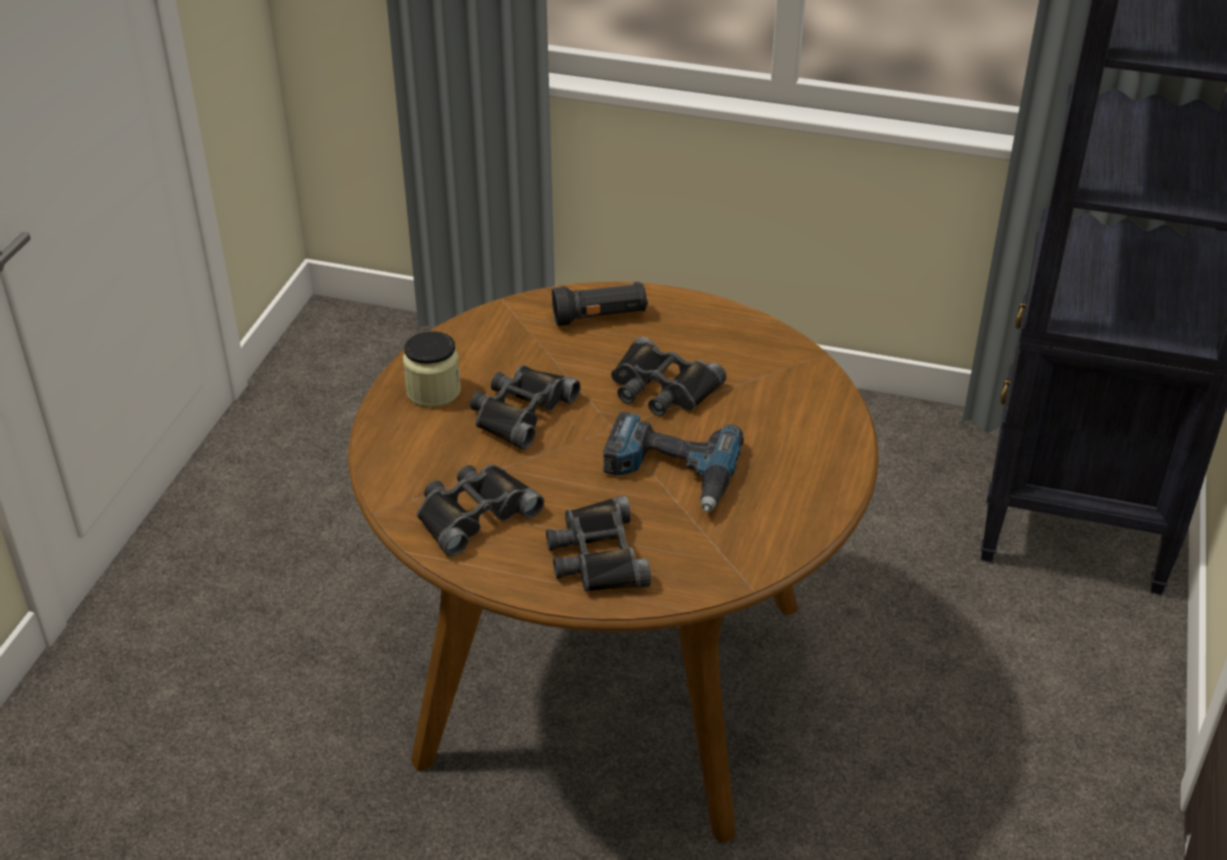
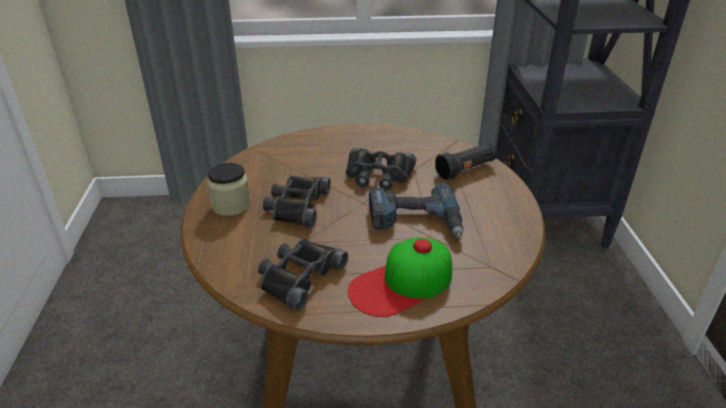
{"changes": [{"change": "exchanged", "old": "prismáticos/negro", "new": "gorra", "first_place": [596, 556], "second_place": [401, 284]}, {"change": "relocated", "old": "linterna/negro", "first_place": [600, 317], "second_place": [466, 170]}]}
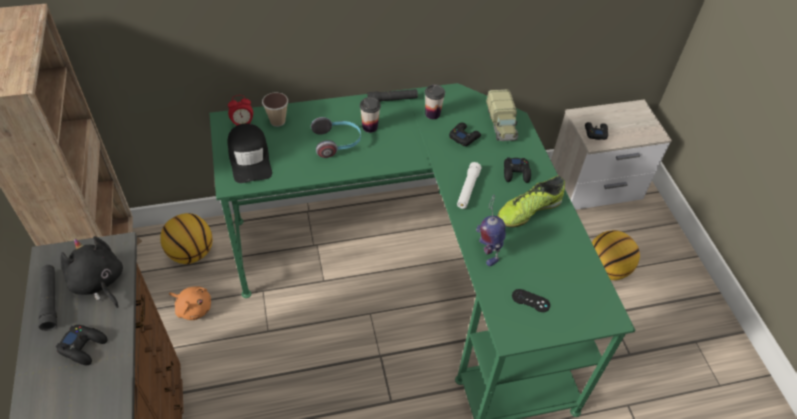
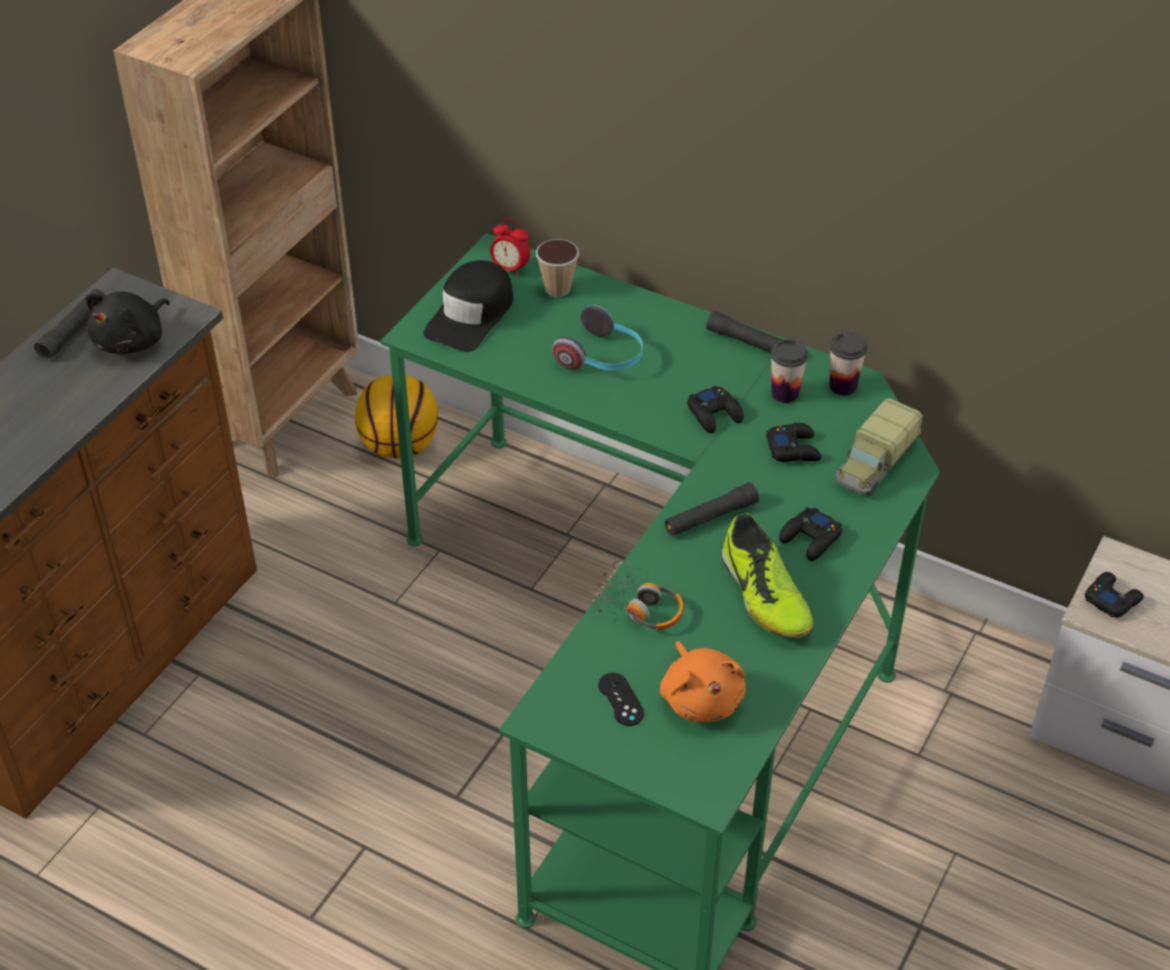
{"changes": [{"change": "relocated", "old": "mando de consola/negro", "first_place": [84, 346], "second_place": [715, 414]}, {"change": "spun", "old": "peluche/negro", "first_place": [98, 283], "second_place": [132, 341], "degrees": -150}, {"change": "relocated", "old": "peluche/naranja", "first_place": [193, 308], "second_place": [701, 698]}, {"change": "relocated", "old": "taza", "first_place": [370, 127], "second_place": [843, 386]}, {"change": "colour", "old": "linterna/blanco", "new": "linterna/negro", "first_place": [468, 189], "second_place": [710, 517]}, {"change": "exchanged", "old": "robot de juguete", "new": "auriculares", "first_place": [487, 251], "second_place": [638, 607]}, {"change": "spun", "old": "zapato", "first_place": [528, 210], "second_place": [764, 596], "degrees": -120}, {"change": "missing", "old": "balón de baloncesto", "first_place": [607, 269]}]}
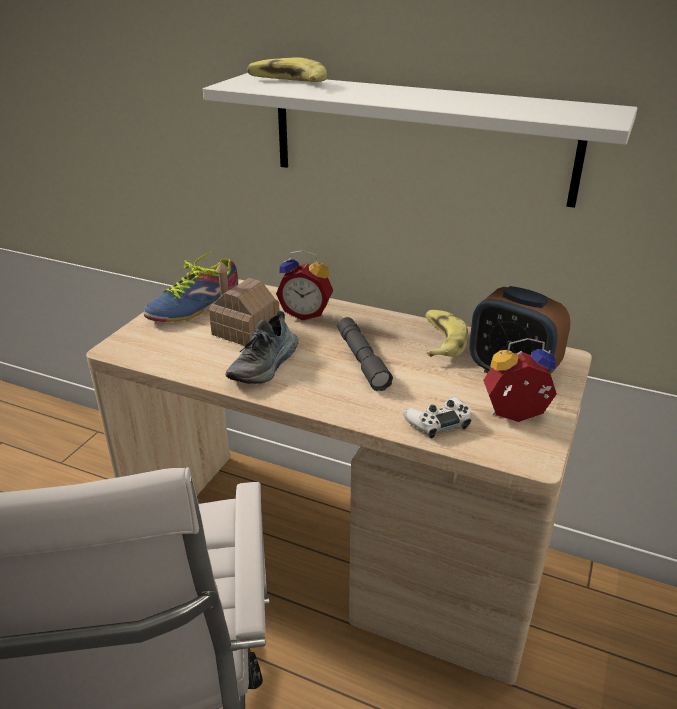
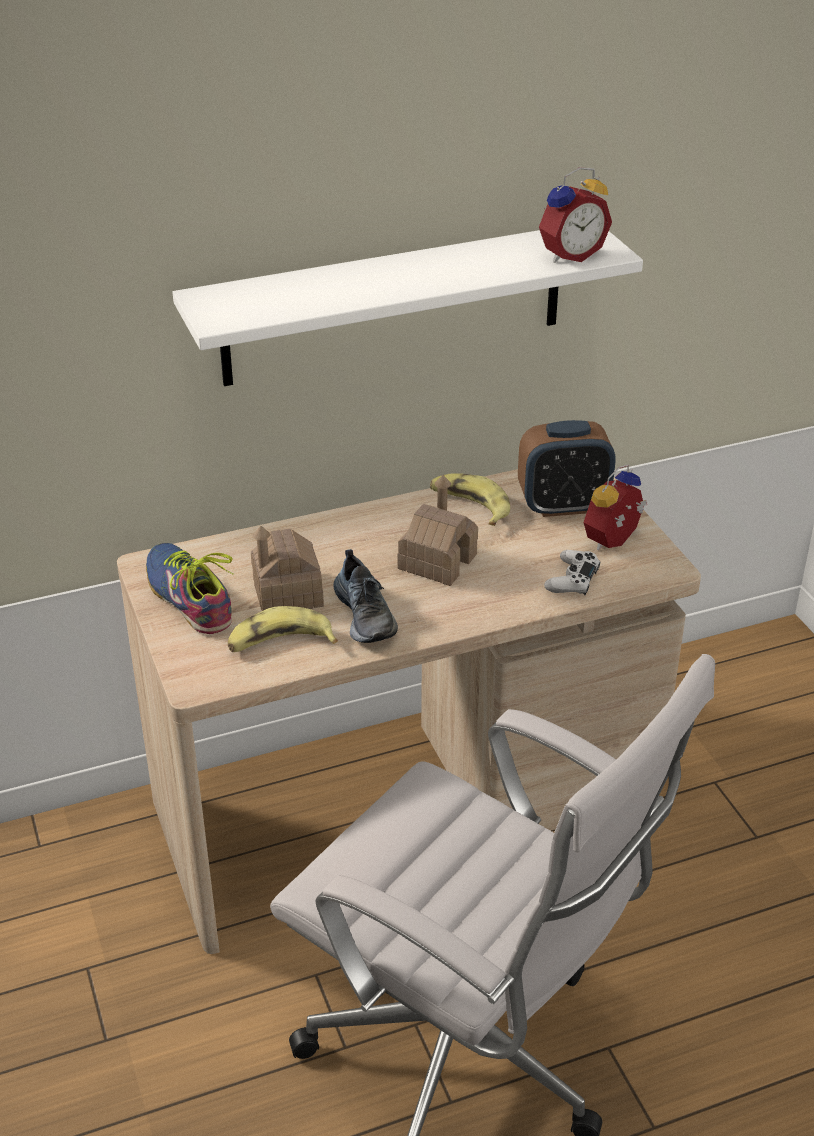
{"changes": [{"change": "spun", "old": "zapato", "first_place": [195, 306], "second_place": [188, 597], "degrees": 150}, {"change": "relocated", "old": "plátano", "first_place": [287, 83], "second_place": [280, 643]}, {"change": "relocated", "old": "despertador", "first_place": [306, 313], "second_place": [569, 255]}, {"change": "exchanged", "old": "linterna/gris", "new": "casita", "first_place": [362, 360], "second_place": [437, 561]}]}
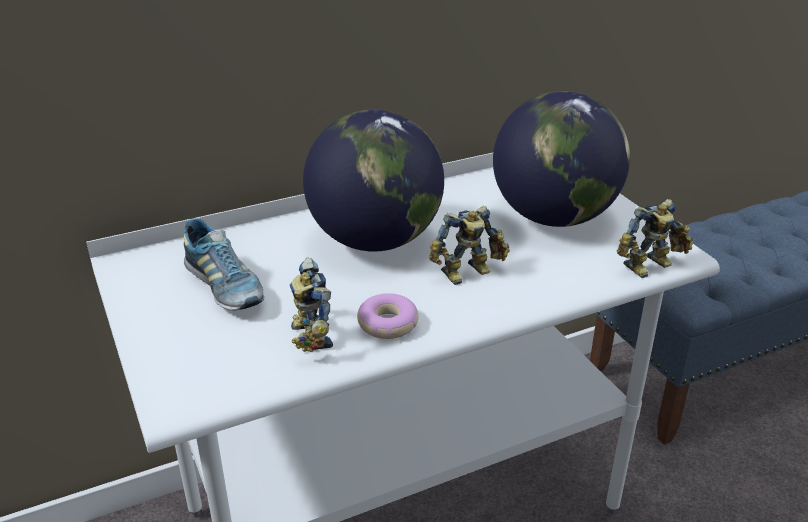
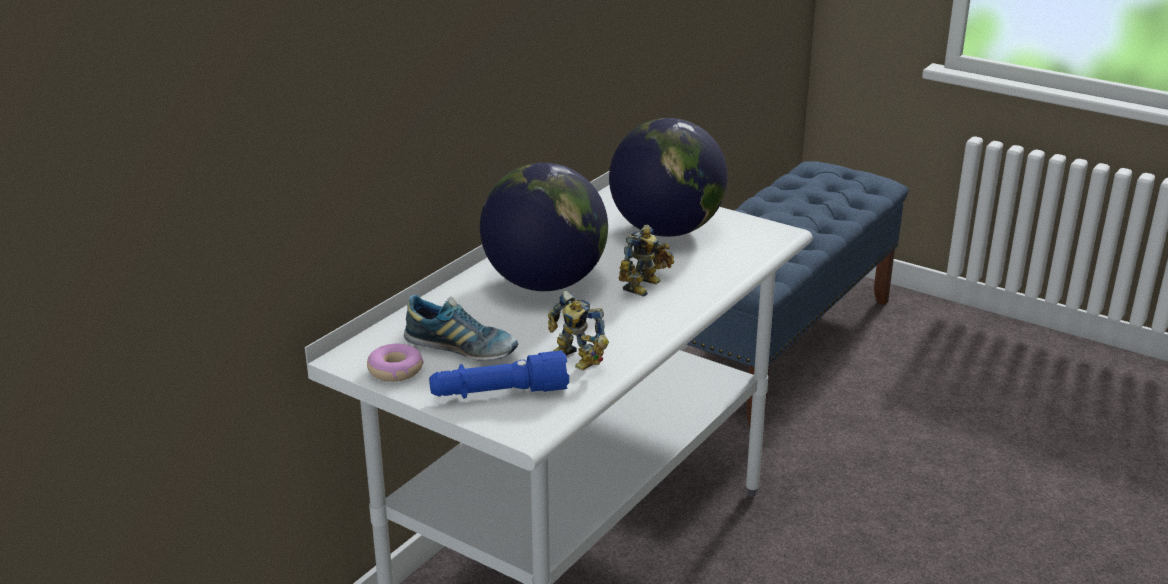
{"changes": [{"change": "relocated", "old": "rosquilla", "first_place": [387, 324], "second_place": [395, 370]}, {"change": "missing", "old": "robot de juguete", "first_place": [651, 267]}, {"change": "appeared", "new": "linterna/azul", "second_place": [499, 393]}]}
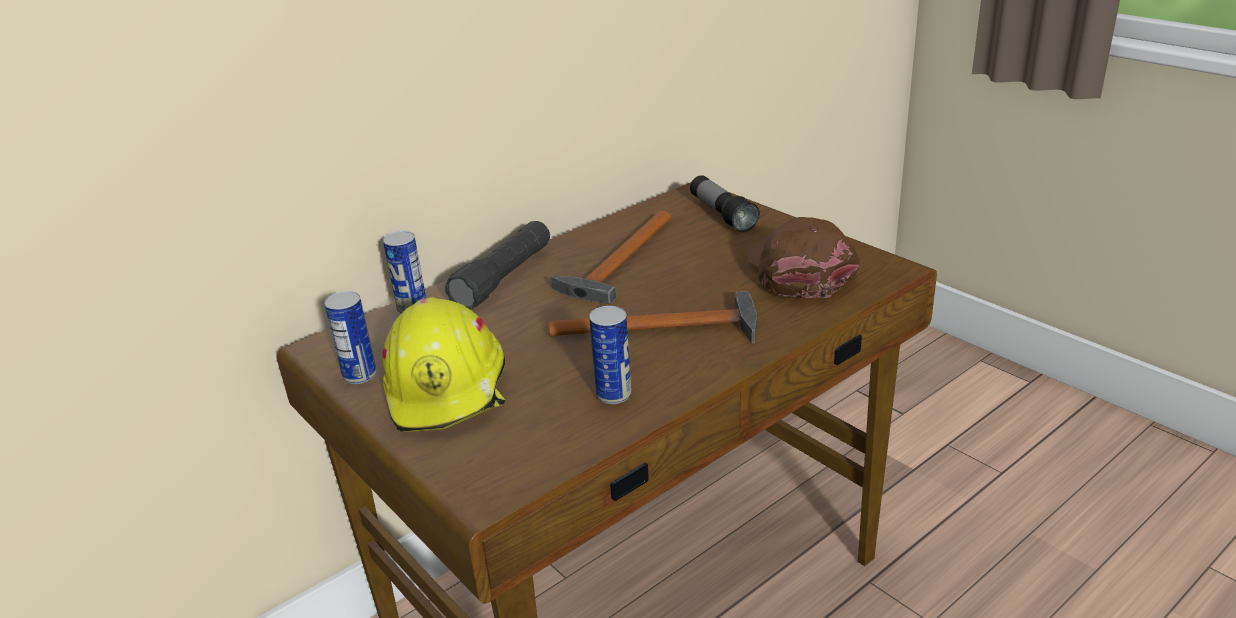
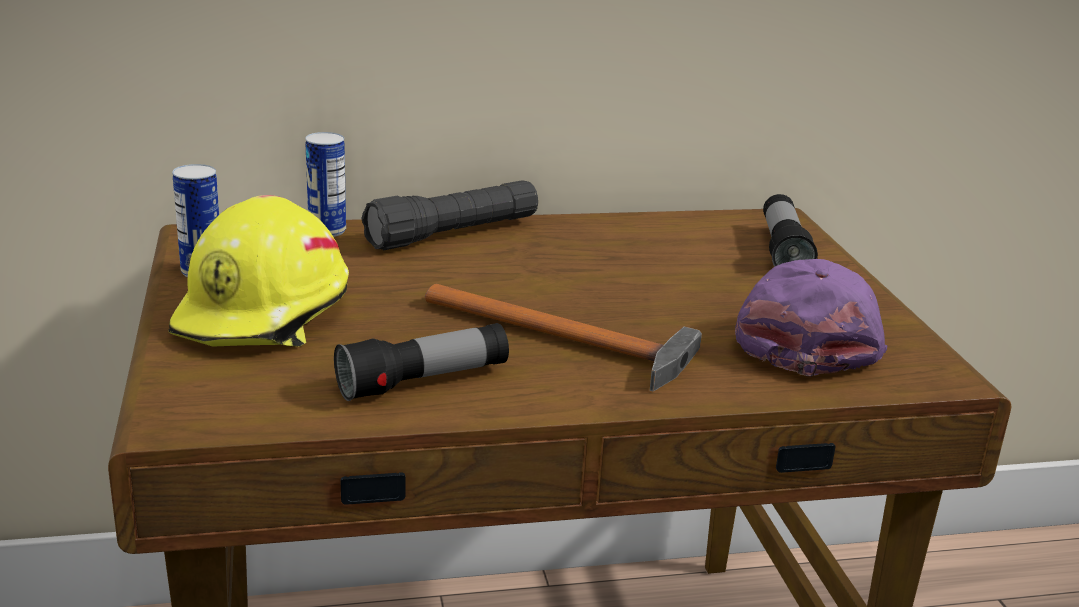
{"changes": [{"change": "missing", "old": "martillo", "first_place": [619, 261]}, {"change": "exchanged", "old": "lata", "new": "linterna", "first_place": [613, 394], "second_place": [423, 382]}, {"change": "colour", "old": "gorra/marrón", "new": "gorra/morado", "first_place": [798, 270], "second_place": [808, 337]}]}
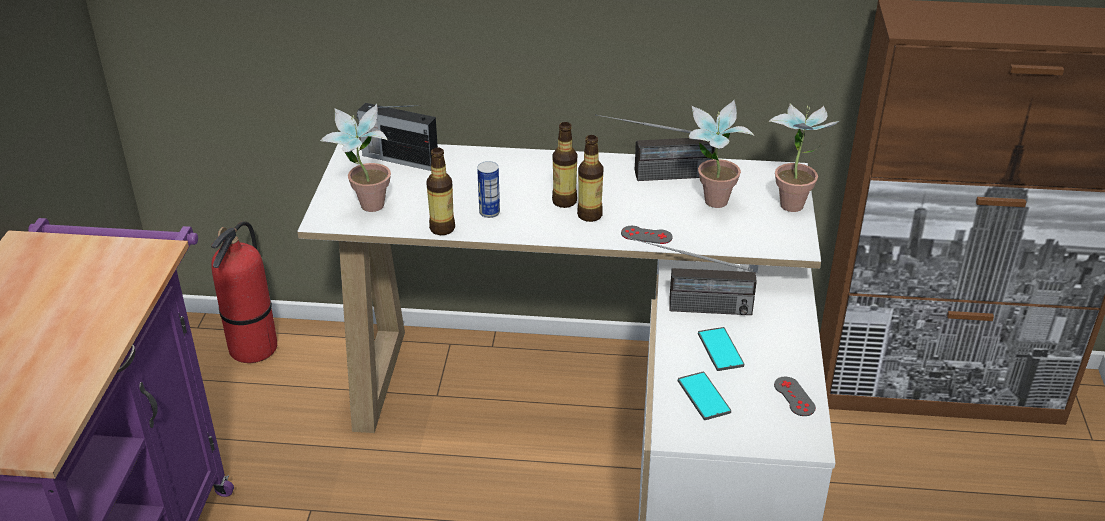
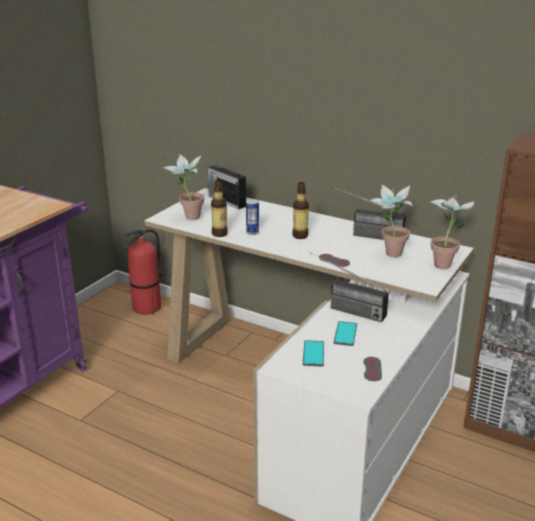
{"changes": [{"change": "missing", "old": "botella", "first_place": [590, 215]}]}
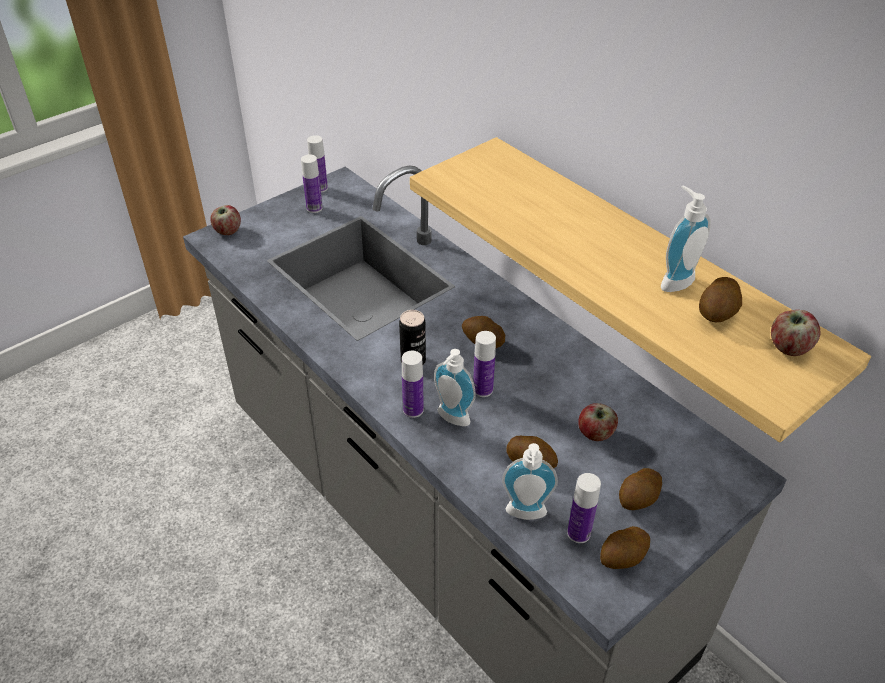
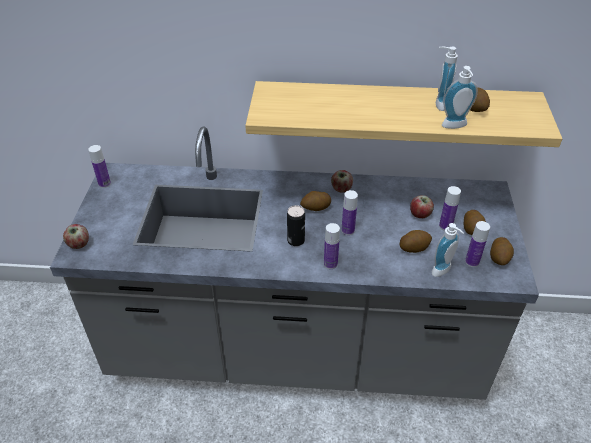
{"changes": [{"change": "relocated", "old": "botella", "first_place": [314, 208], "second_place": [445, 226]}, {"change": "relocated", "old": "dispensador de jabón", "first_place": [451, 419], "second_place": [455, 126]}, {"change": "relocated", "old": "manzana", "first_place": [788, 348], "second_place": [341, 189]}]}
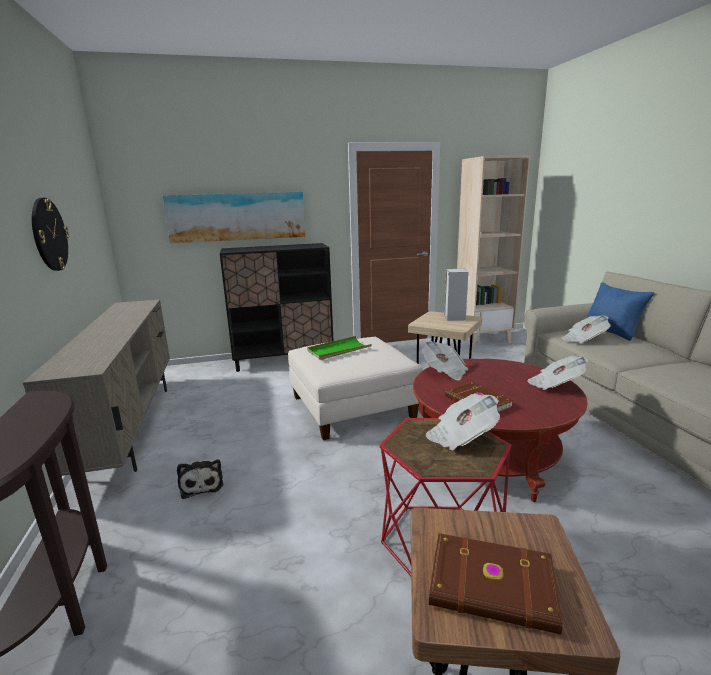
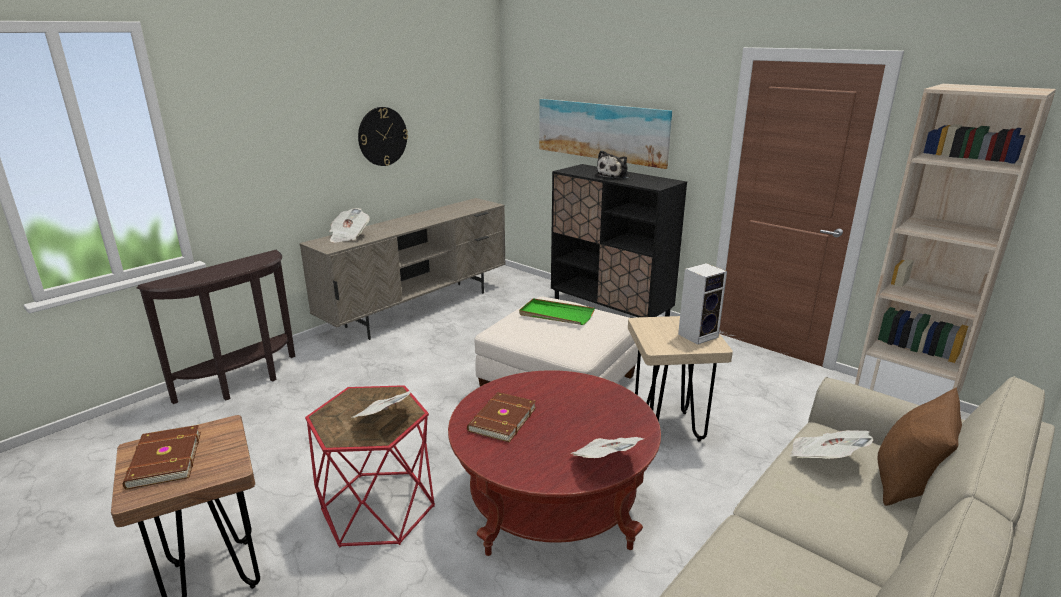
{"changes": [{"change": "relocated", "old": "peluche", "first_place": [202, 484], "second_place": [614, 176]}, {"change": "relocated", "old": "periódico", "first_place": [444, 372], "second_place": [348, 236]}, {"change": "colour", "old": "cojín/azul", "new": "cojín/marrón", "first_place": [612, 332], "second_place": [909, 483]}]}
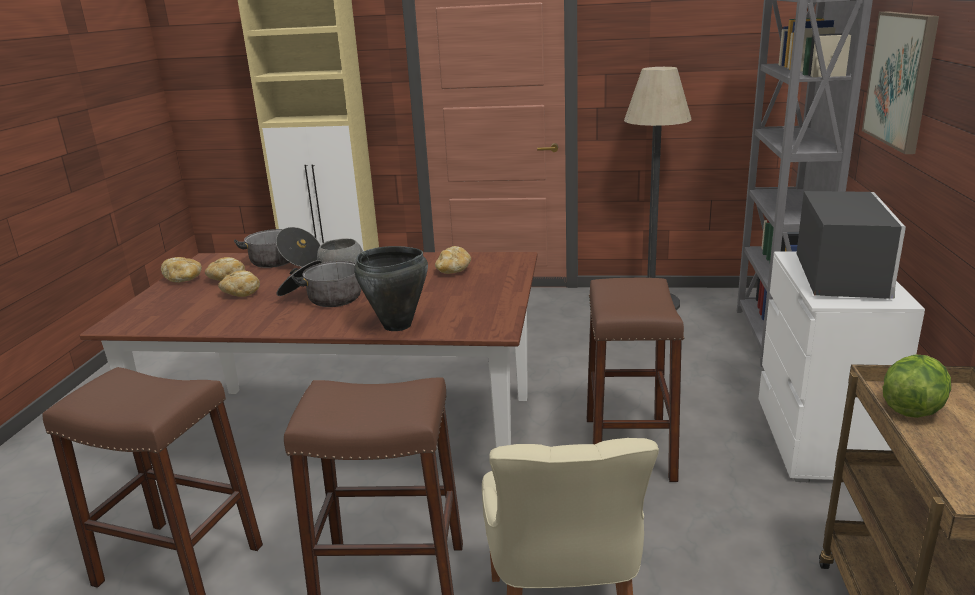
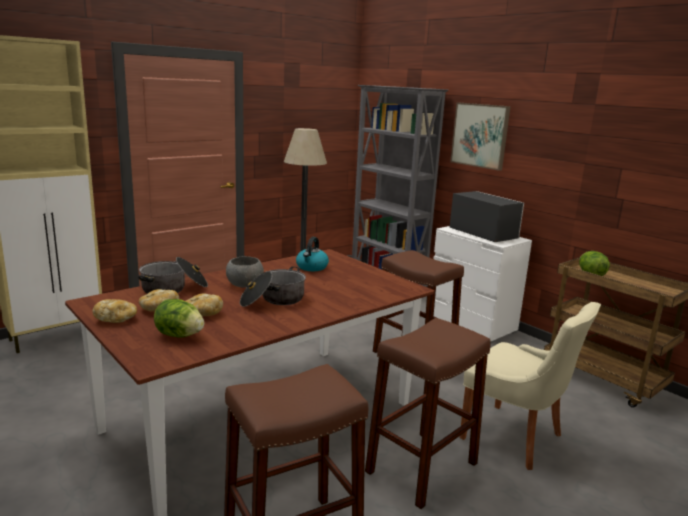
{"changes": [{"change": "missing", "old": "olla/negro", "first_place": [397, 325]}, {"change": "exchanged", "old": "pan", "new": "hervidor", "first_place": [453, 271], "second_place": [312, 267]}, {"change": "appeared", "new": "lechuga", "second_place": [179, 335]}]}
